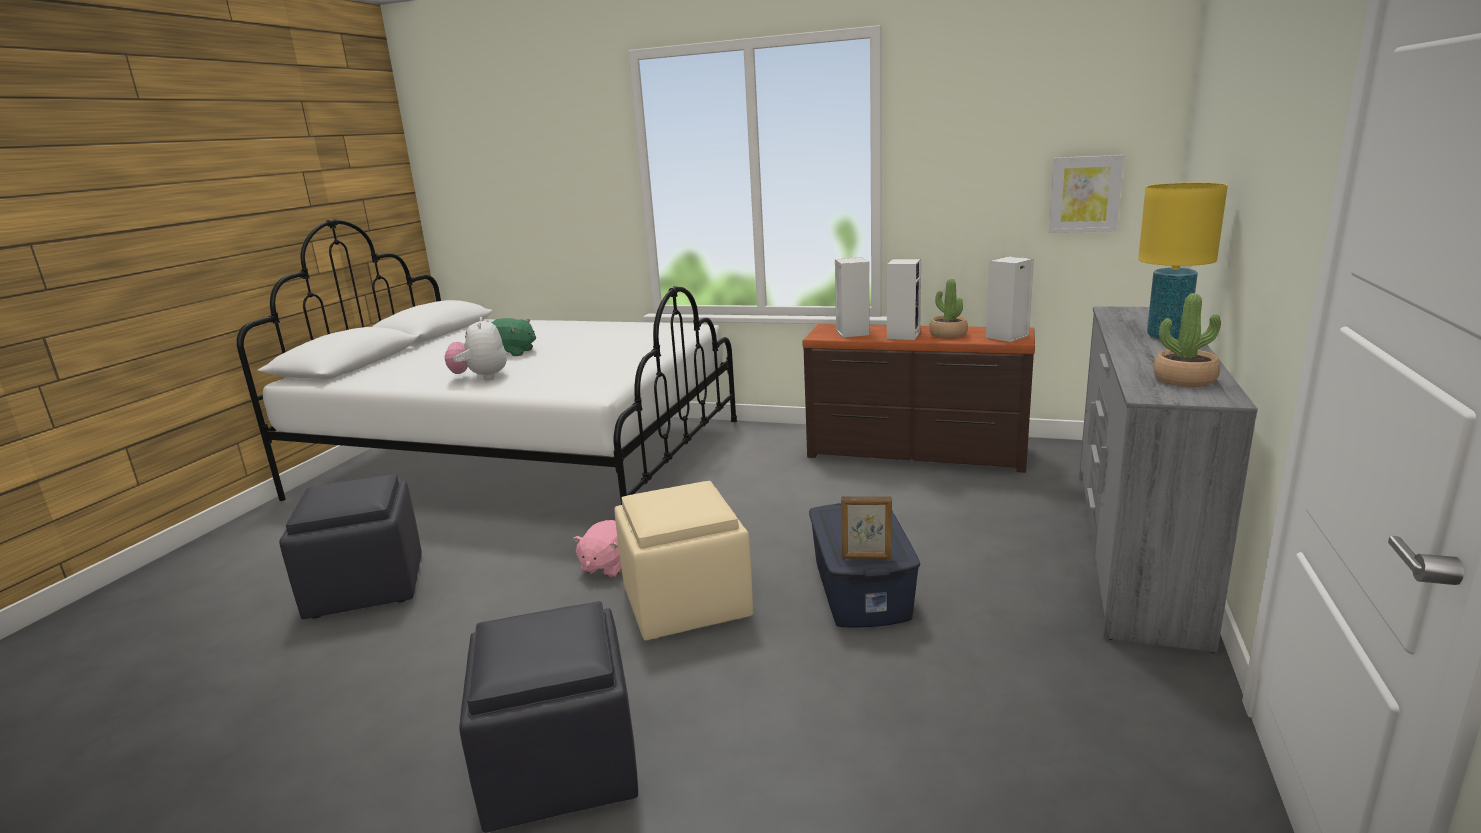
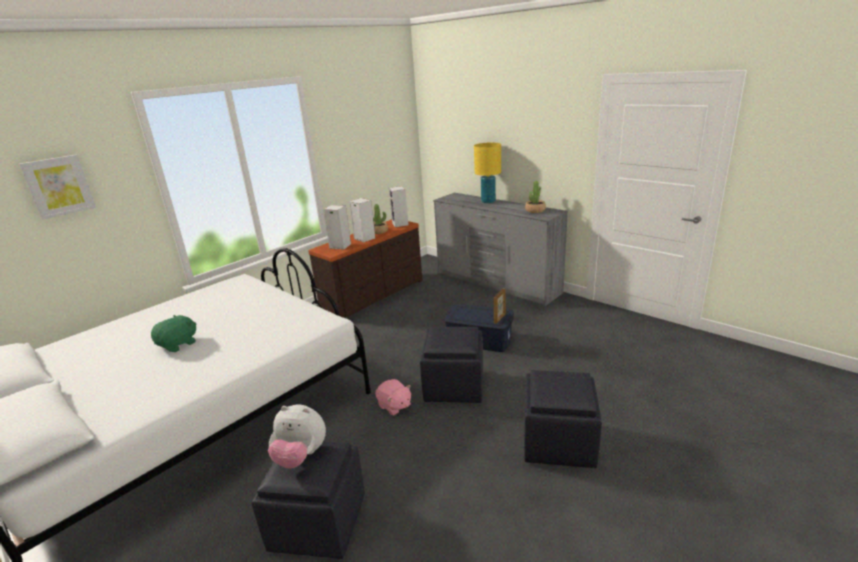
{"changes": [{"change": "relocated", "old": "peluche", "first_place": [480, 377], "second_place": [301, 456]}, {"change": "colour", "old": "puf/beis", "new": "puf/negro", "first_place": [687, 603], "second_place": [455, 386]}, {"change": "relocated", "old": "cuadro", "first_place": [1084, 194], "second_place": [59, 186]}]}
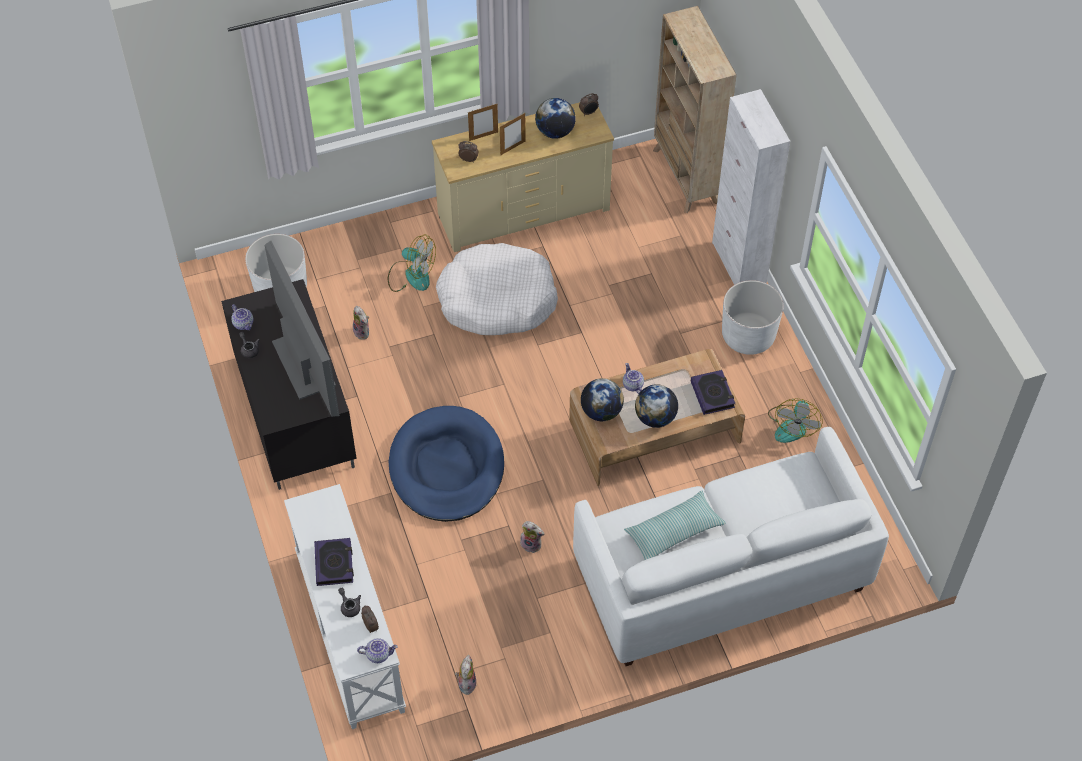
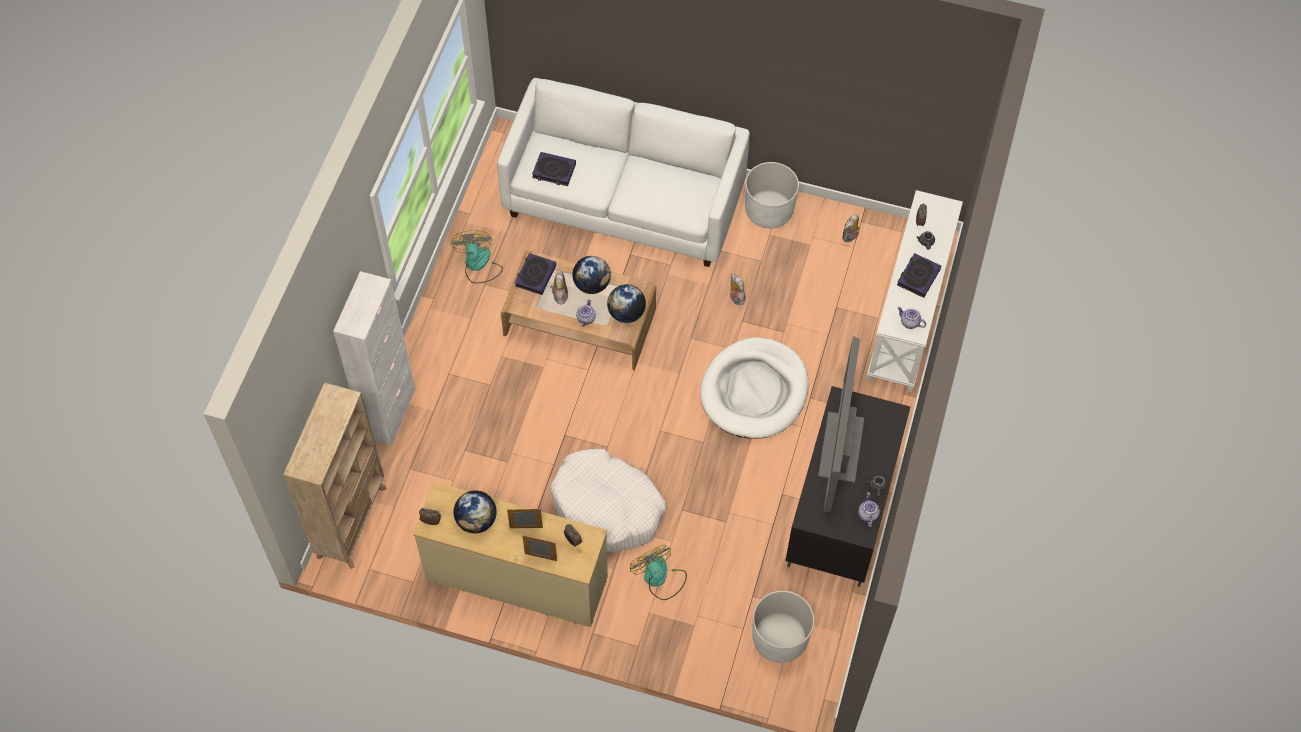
{"changes": [{"change": "relocated", "old": "peluche", "first_place": [363, 332], "second_place": [559, 295]}, {"change": "relocated", "old": "tetera", "first_place": [378, 654], "second_place": [909, 323]}, {"change": "colour", "old": "cama para perro/azul", "new": "cama para perro/blanco", "first_place": [447, 467], "second_place": [754, 391]}, {"change": "missing", "old": "cojín", "first_place": [673, 532]}, {"change": "relocated", "old": "maceta/blanco", "first_place": [748, 335], "second_place": [768, 211]}, {"change": "spun", "old": "ventilador", "first_place": [792, 425], "second_place": [478, 265], "degrees": -60}, {"change": "appeared", "new": "libro", "second_place": [554, 171]}]}
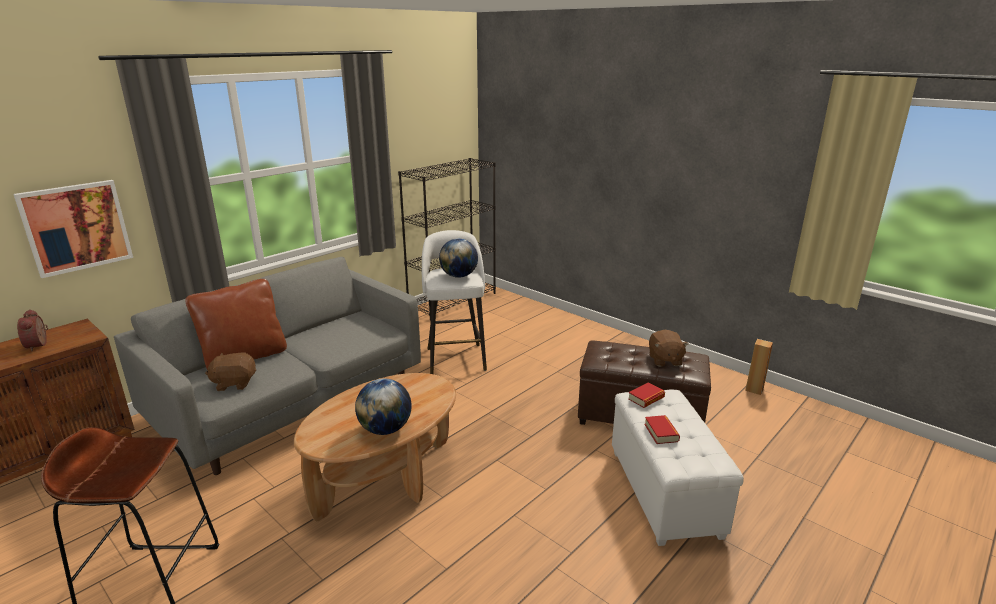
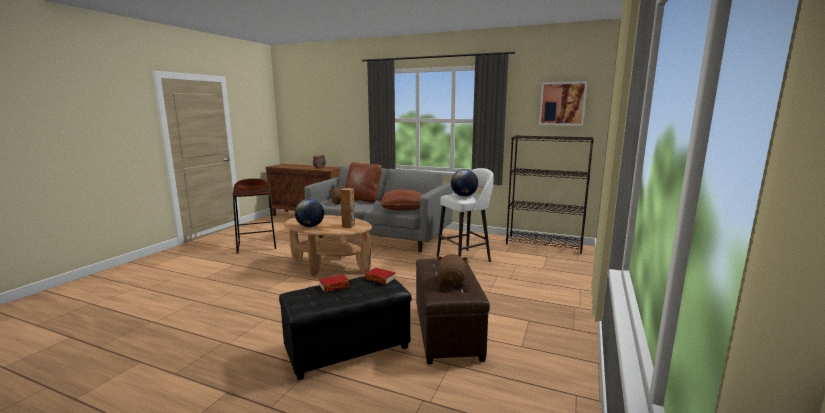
{"changes": [{"change": "relocated", "old": "cuadro", "first_place": [76, 227], "second_place": [562, 103]}, {"change": "colour", "old": "puf/blanco", "new": "puf/negro", "first_place": [665, 493], "second_place": [348, 350]}, {"change": "spun", "old": "peluche/marrón", "first_place": [664, 360], "second_place": [452, 282], "degrees": 120}, {"change": "relocated", "old": "altavoz/marrón", "first_place": [754, 389], "second_place": [348, 226]}, {"change": "appeared", "new": "cojín/marrón", "second_place": [403, 208]}]}
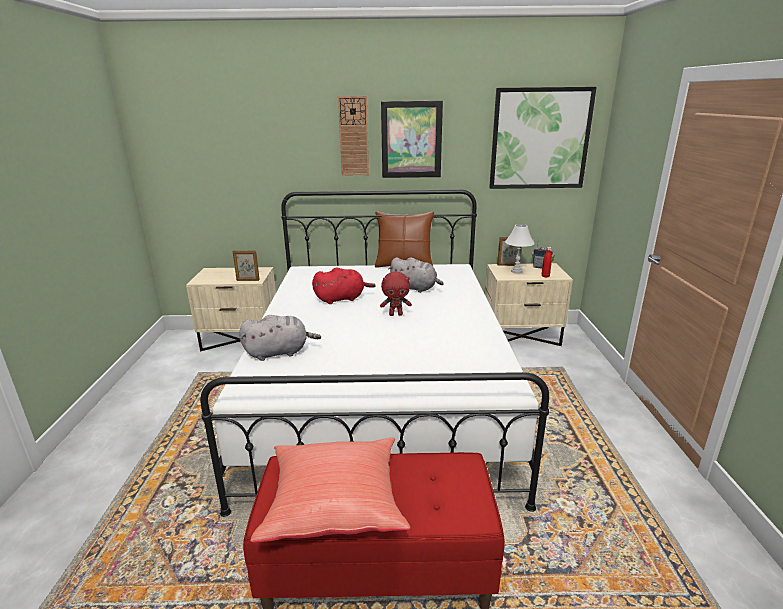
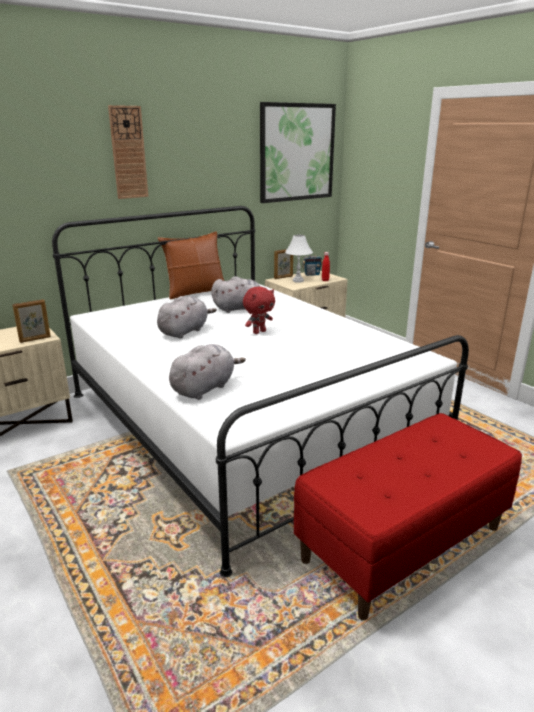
{"changes": [{"change": "missing", "old": "cojín/rojo", "first_place": [335, 505]}, {"change": "colour", "old": "peluche/rojo", "new": "peluche/gris", "first_place": [342, 299], "second_place": [185, 331]}, {"change": "missing", "old": "cuadro", "first_place": [411, 140]}]}
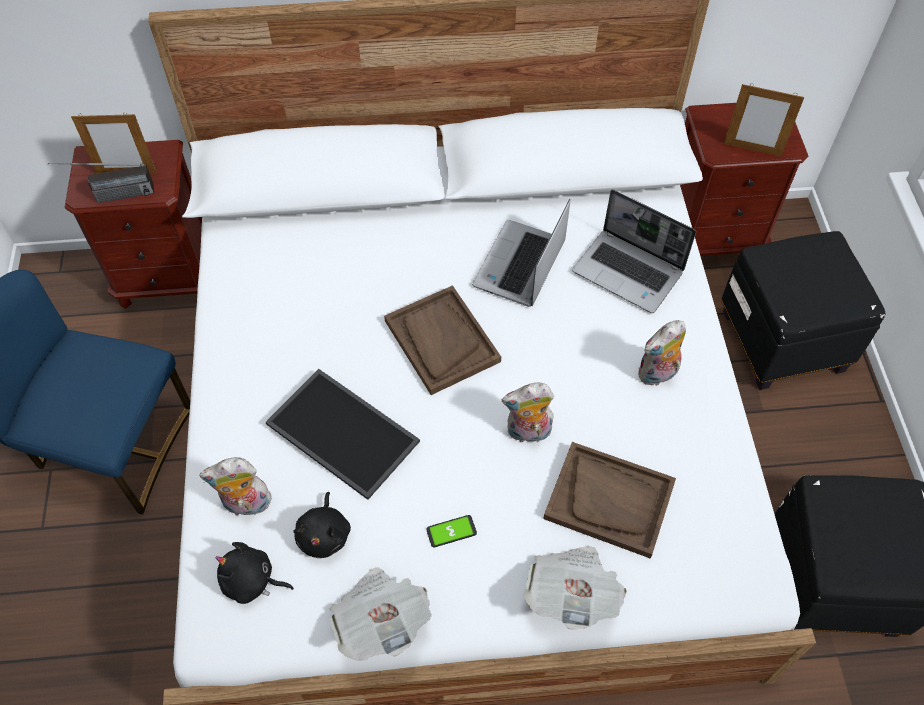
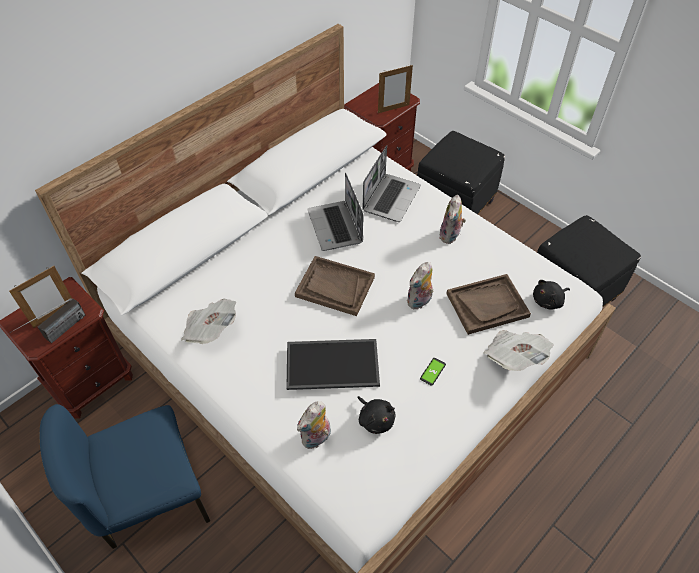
{"changes": [{"change": "relocated", "old": "peluche/negro", "first_place": [251, 581], "second_place": [548, 301]}, {"change": "relocated", "old": "periódico", "first_place": [381, 620], "second_place": [210, 329]}, {"change": "spun", "old": "portátil", "first_place": [629, 272], "second_place": [391, 198], "degrees": -60}]}
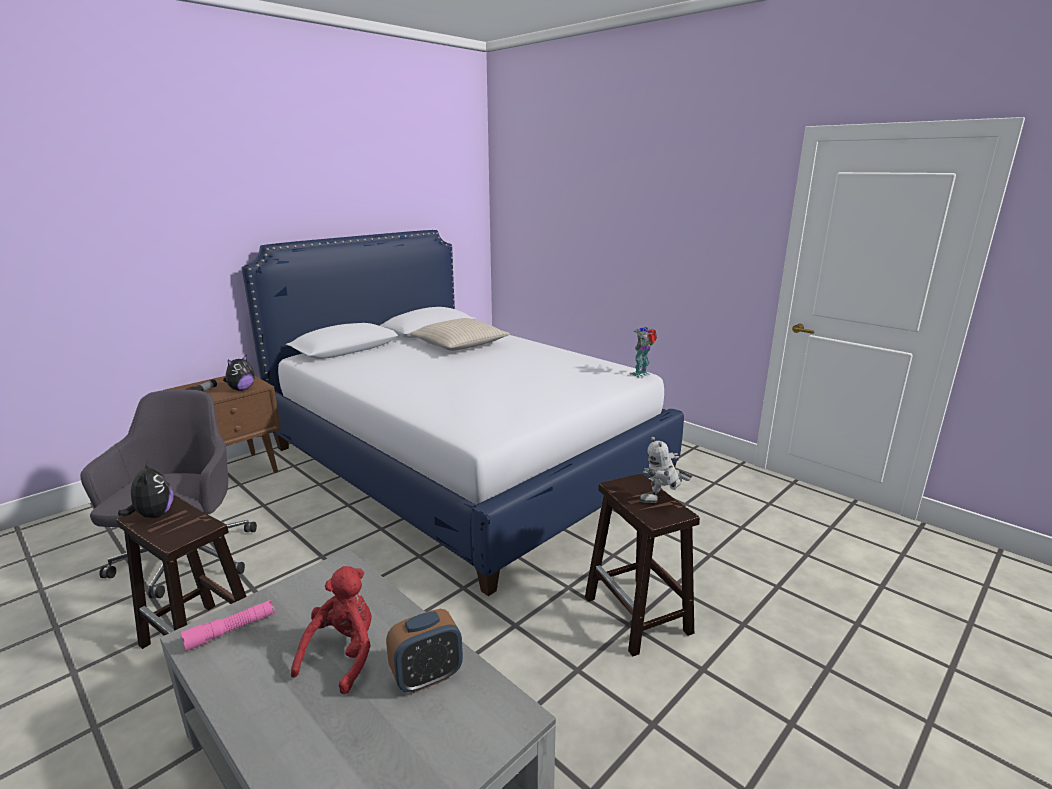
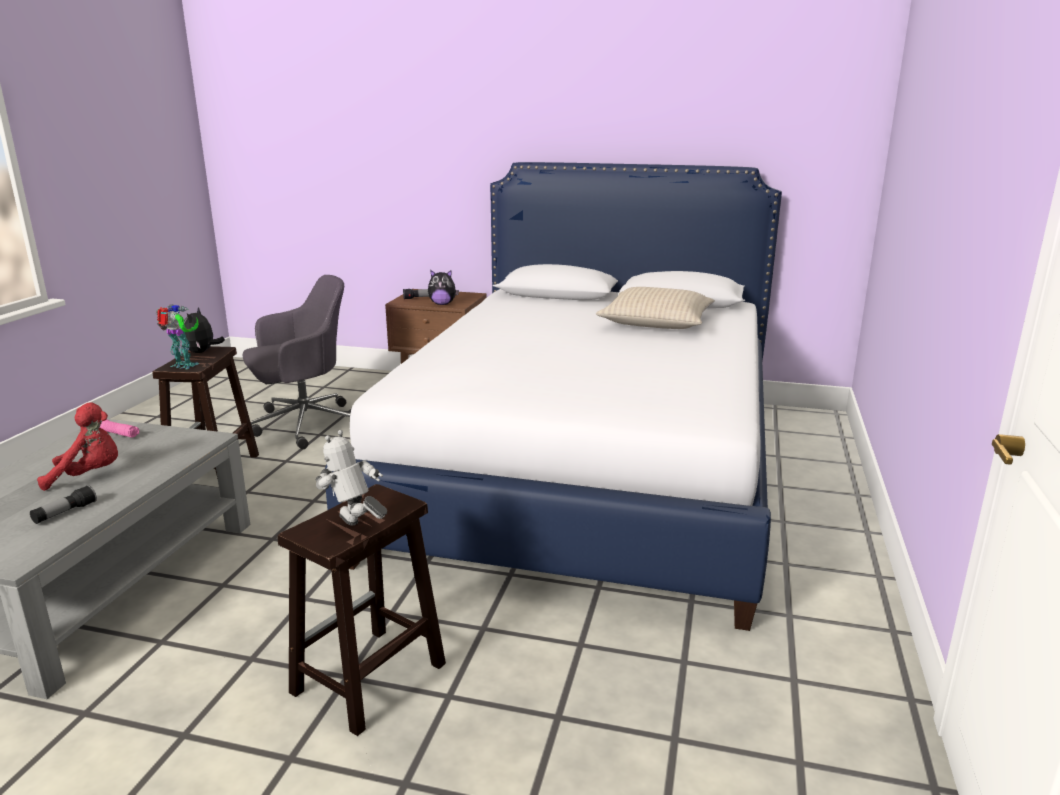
{"changes": [{"change": "spun", "old": "peluche", "first_place": [153, 515], "second_place": [202, 352], "degrees": 150}, {"change": "exchanged", "old": "despertador", "new": "linterna", "first_place": [427, 677], "second_place": [65, 513]}, {"change": "relocated", "old": "robot de juguete", "first_place": [641, 374], "second_place": [183, 366]}]}
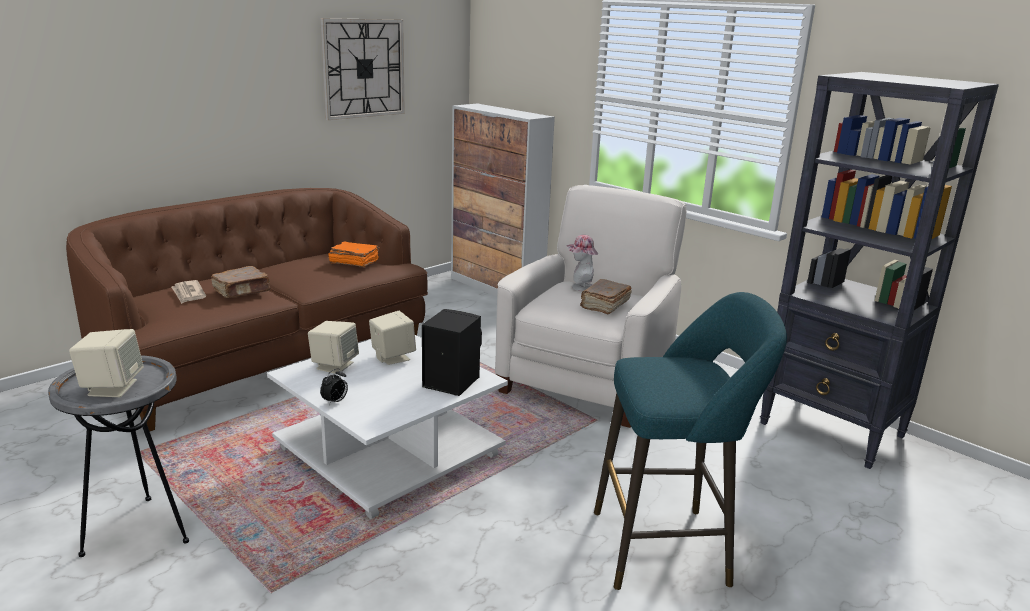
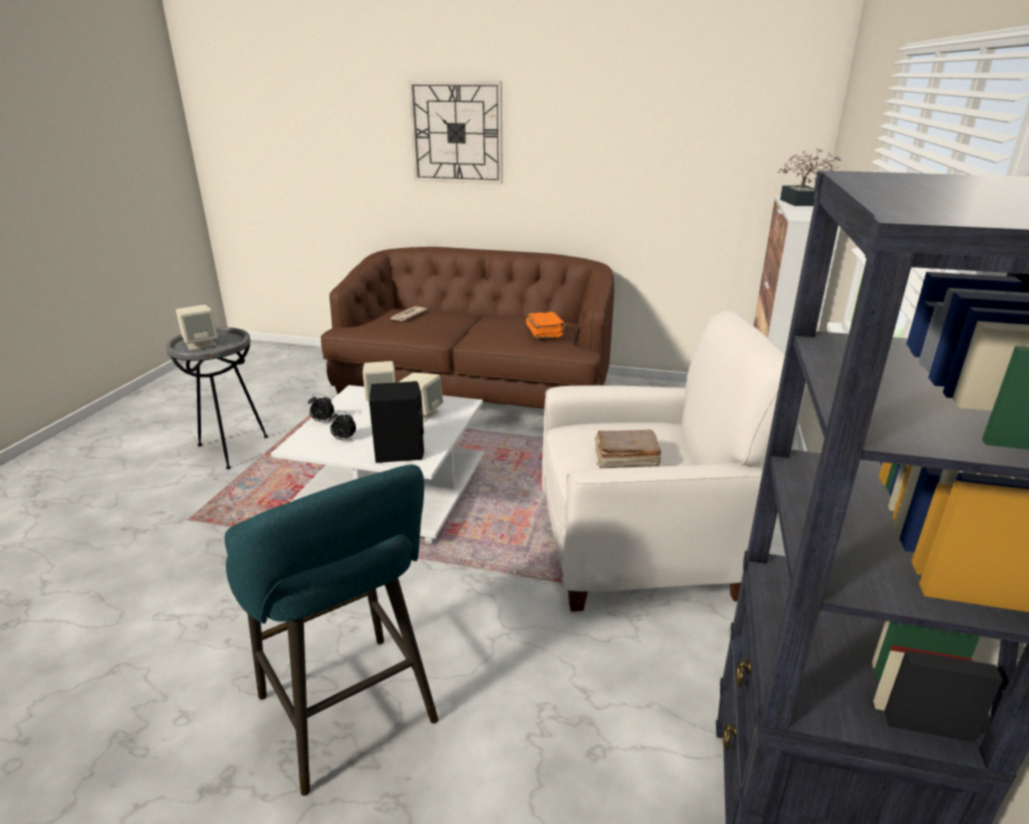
{"changes": [{"change": "missing", "old": "libro/marrón", "first_place": [242, 291]}, {"change": "relocated", "old": "reloj de pared", "first_place": [363, 68], "second_place": [456, 133]}, {"change": "missing", "old": "sombrero", "first_place": [580, 287]}, {"change": "appeared", "new": "despertador", "second_place": [343, 439]}, {"change": "appeared", "new": "planta en maceta", "second_place": [800, 203]}]}
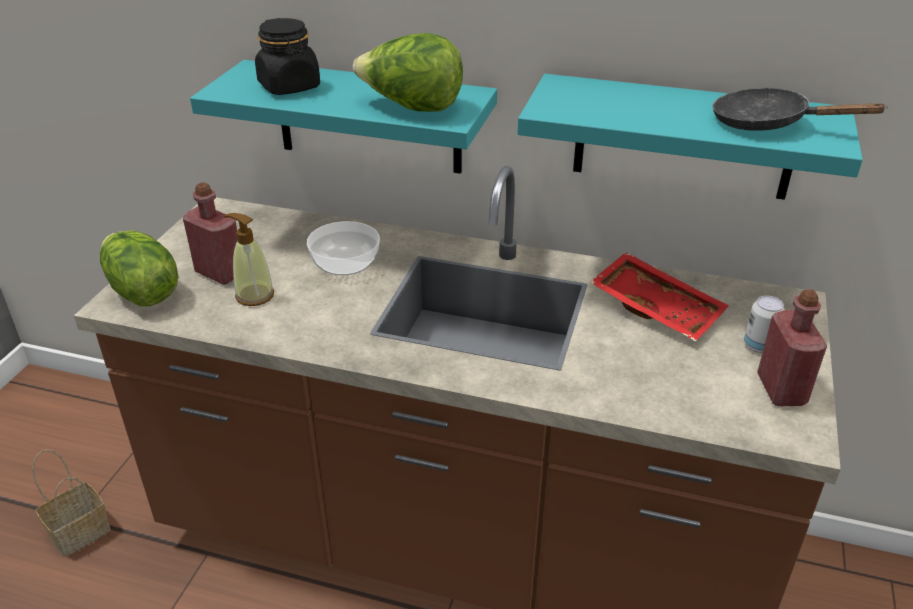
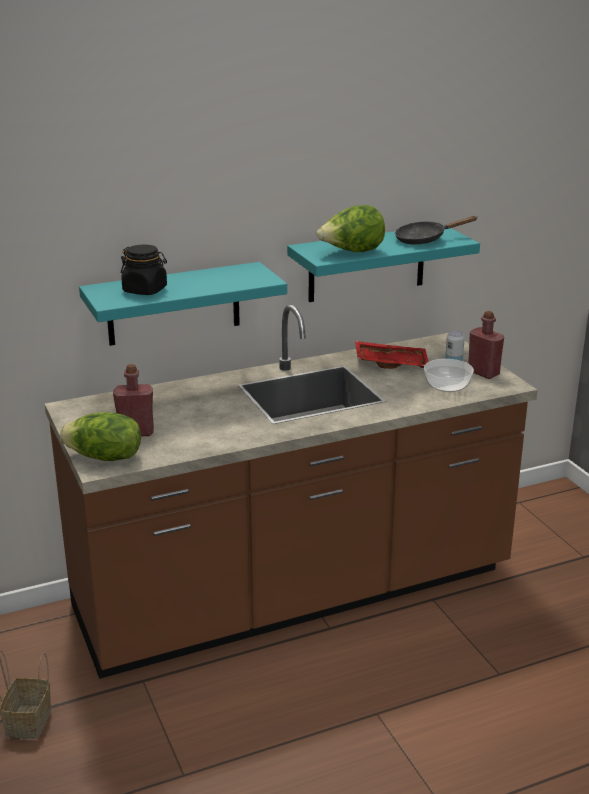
{"changes": [{"change": "missing", "old": "dispensador de jabón", "first_place": [254, 295]}, {"change": "relocated", "old": "cuenco", "first_place": [345, 263], "second_place": [446, 386]}, {"change": "relocated", "old": "lechuga", "first_place": [412, 108], "second_place": [352, 252]}]}
